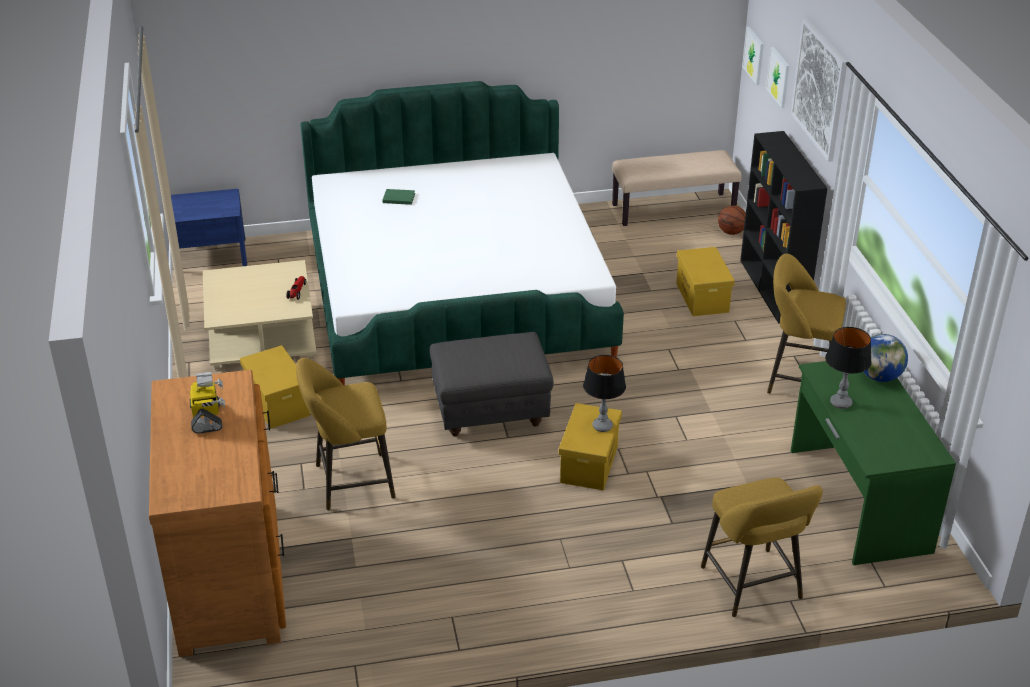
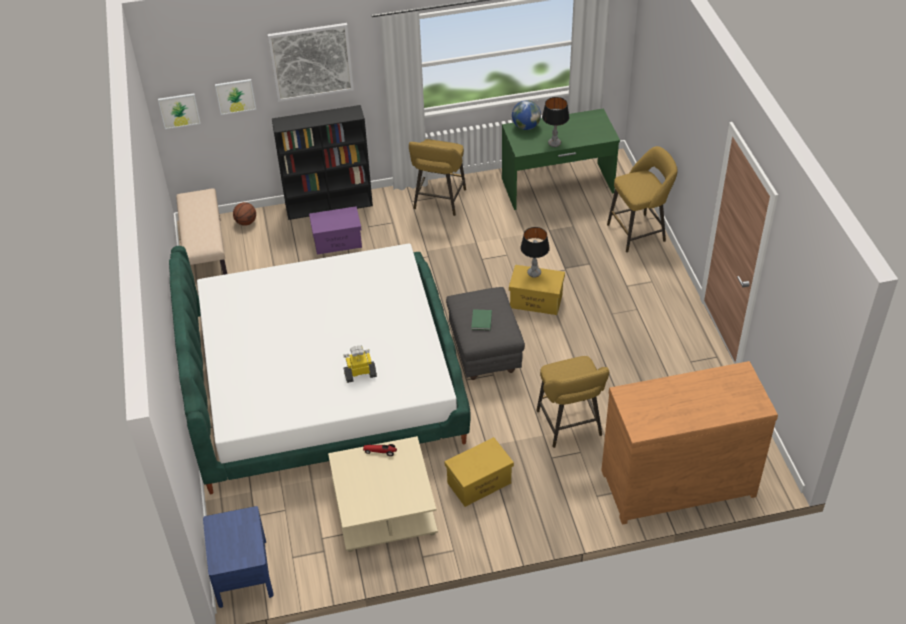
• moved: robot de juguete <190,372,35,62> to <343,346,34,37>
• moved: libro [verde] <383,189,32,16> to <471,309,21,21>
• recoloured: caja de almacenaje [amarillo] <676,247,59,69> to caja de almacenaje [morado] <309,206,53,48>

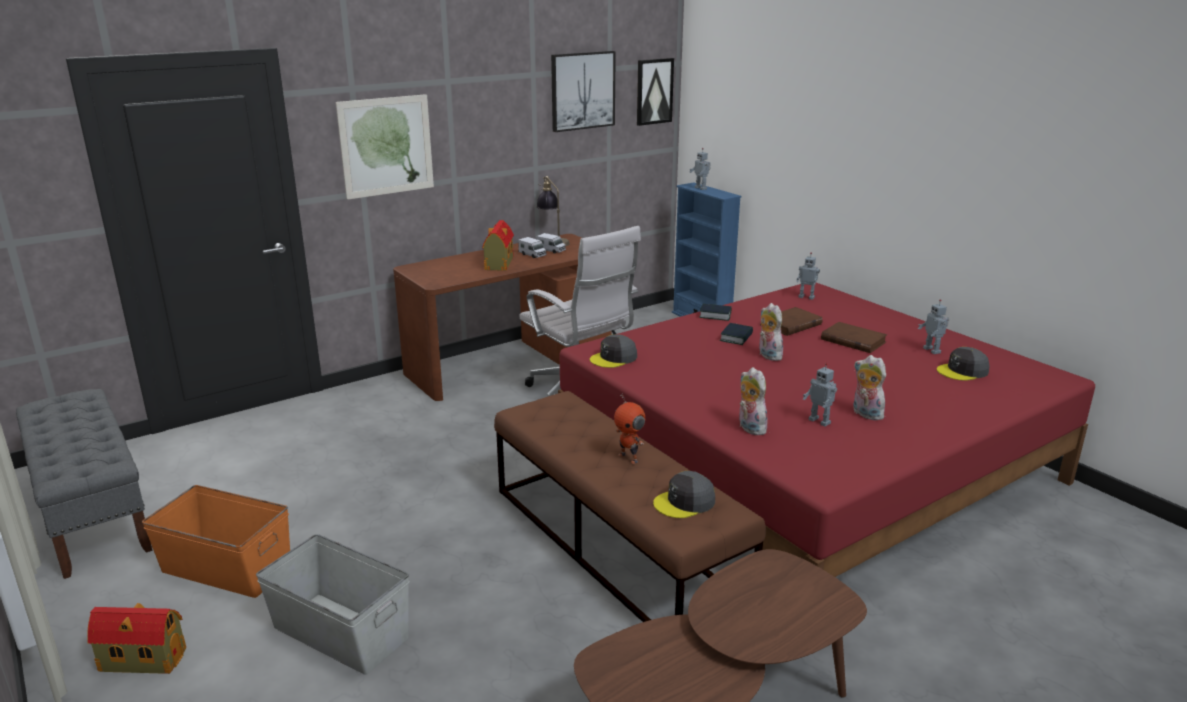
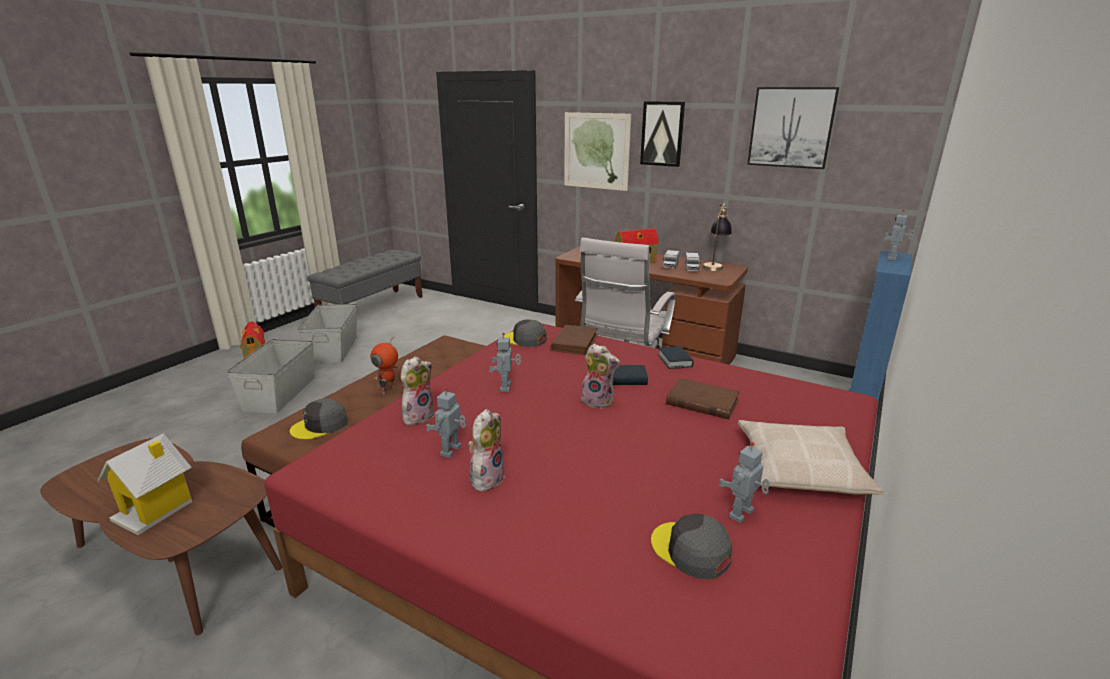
• added: casita <98,433,94,102>
• added: cojín [beis] <738,420,146,75>
• moved: cuadro <637,58,37,68> to <640,101,45,66>
• moved: robot de juguete <797,252,23,48> to <489,333,32,59>
• moved: libro [marrón] <821,322,66,31> to <551,325,47,30>
• recoloured: caja de almacenaje [naranja] <142,485,148,113> to caja de almacenaje [gris] <298,304,59,60>
• turned: gorra [gris] <653,471,62,47> = <290,398,58,41> 75 degrees counterclockwise
• turned: peluche <759,303,24,58> = <581,344,39,65> 75 degrees clockwise

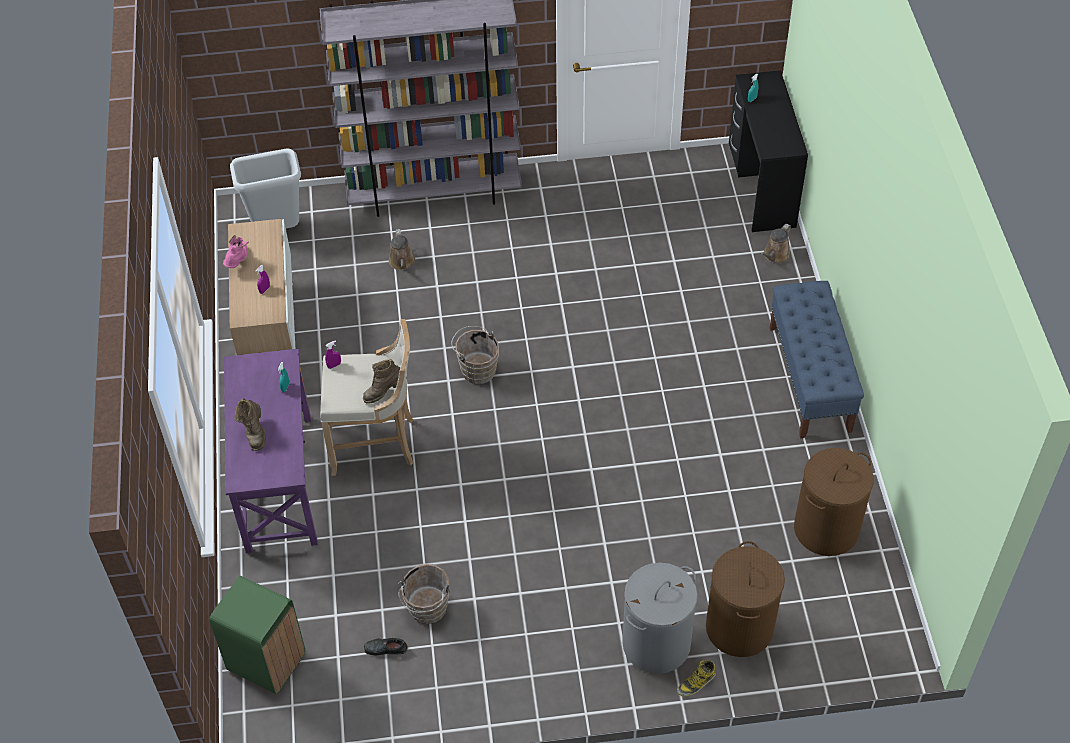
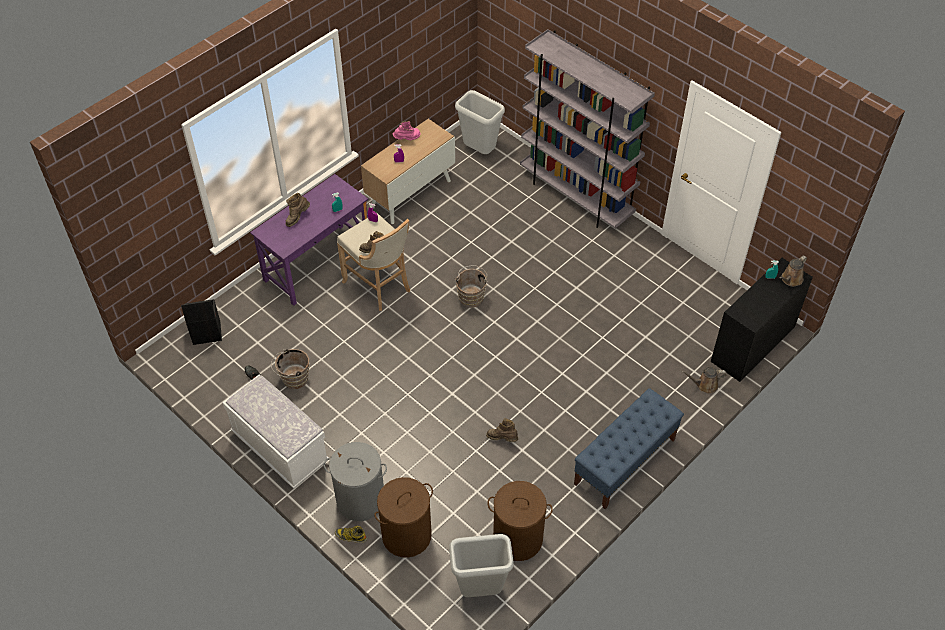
• added: banco [blanco] <222,375,107,114>
• added: papelera [gris] <449,534,65,63>
• added: bota [marrón] <486,418,32,24>
• moved: regadera [marrón] <389,229,26,41> to <779,255,28,32>
• replaced: papelera [verde] <209,576,96,118> to caja de almacenaje [negro] <181,299,41,46>

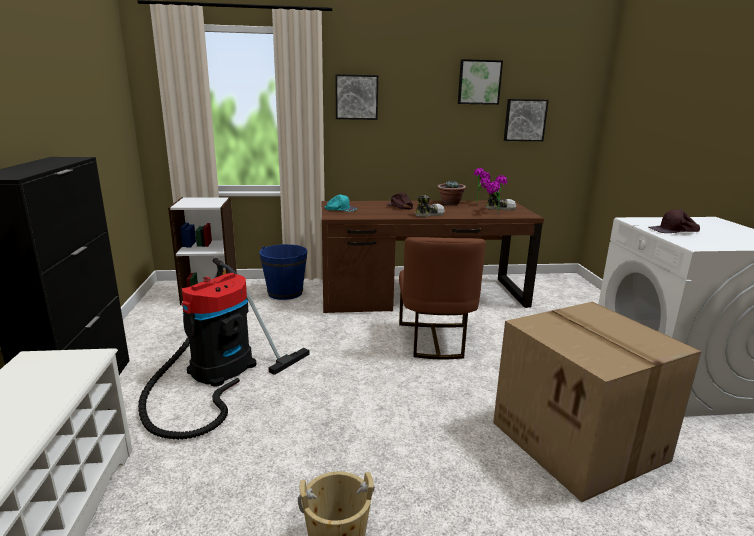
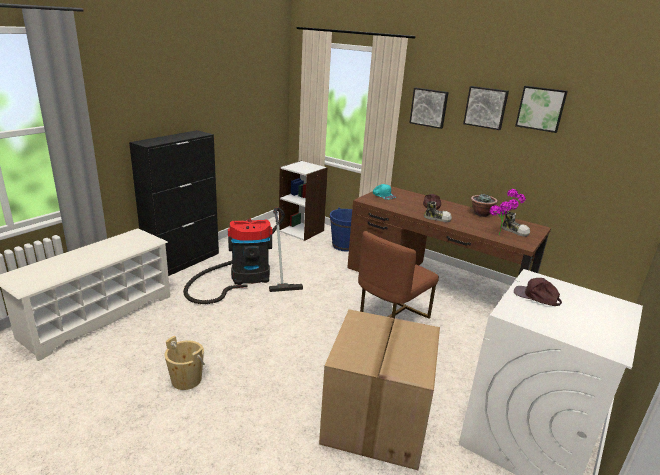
• moved: cuadro <504,99,45,42> to <463,86,46,44>

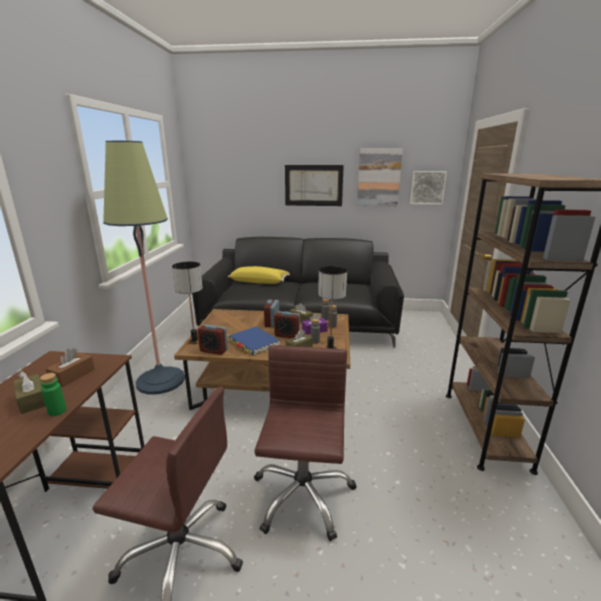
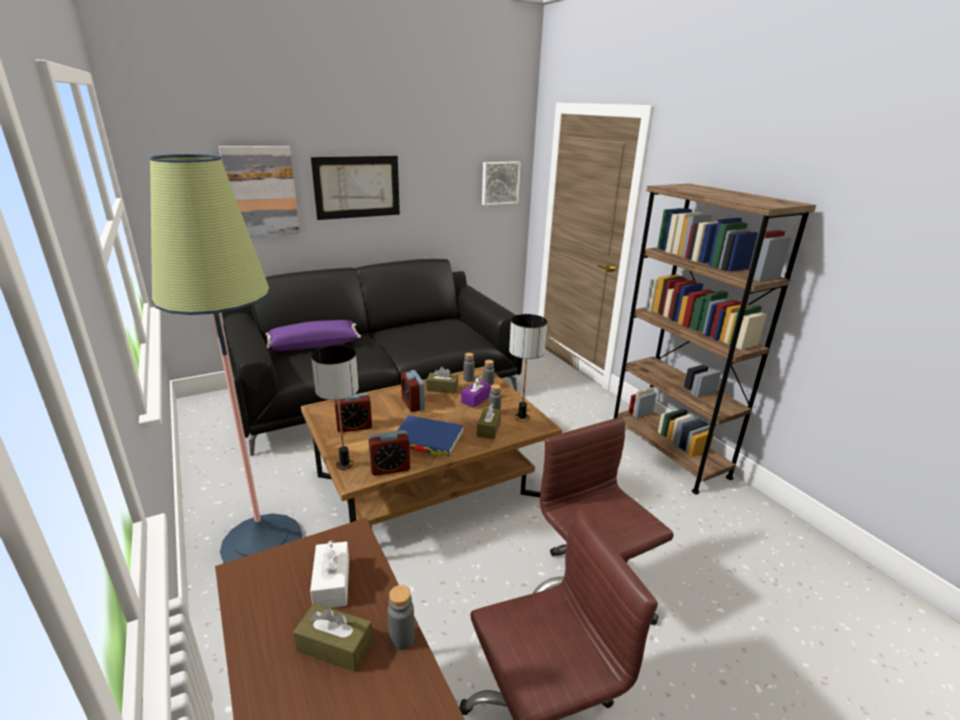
• moved: despertador <274,311,26,28> to <334,393,38,39>
• moved: cuadro <357,149,46,57> to <219,146,81,91>
• recoloured: botella [verde] <40,373,26,43> to botella [gris] <388,585,27,65>
• recoloured: caja de pañuelos [marrón] <46,348,49,39> to caja de pañuelos [blanco] <310,540,39,68>
• recoloured: cojín [amarillo] <228,266,62,18> to cojín [morado] <265,320,96,31>

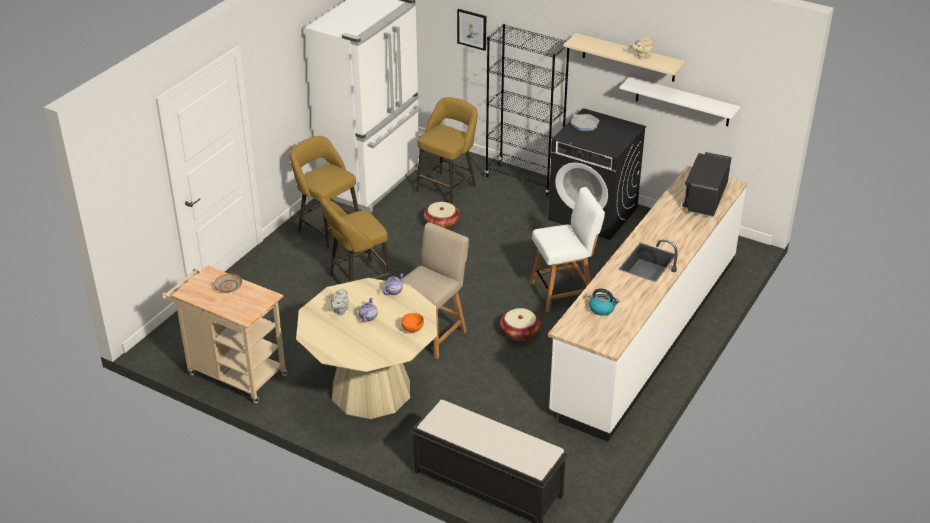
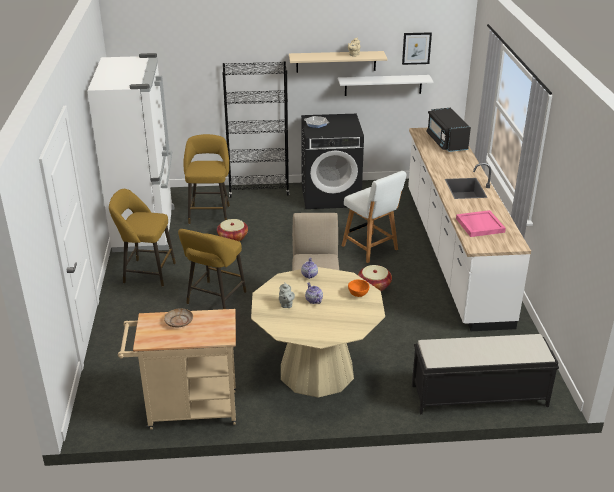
• moved: cuadro <457,9,29,42> to <402,32,30,33>
• replaced: hervidor <589,289,30,27> to bandeja [rosa] <456,210,50,27>
• turned: silla [blanco] <530,187,75,125> = <342,171,64,92> 105 degrees clockwise

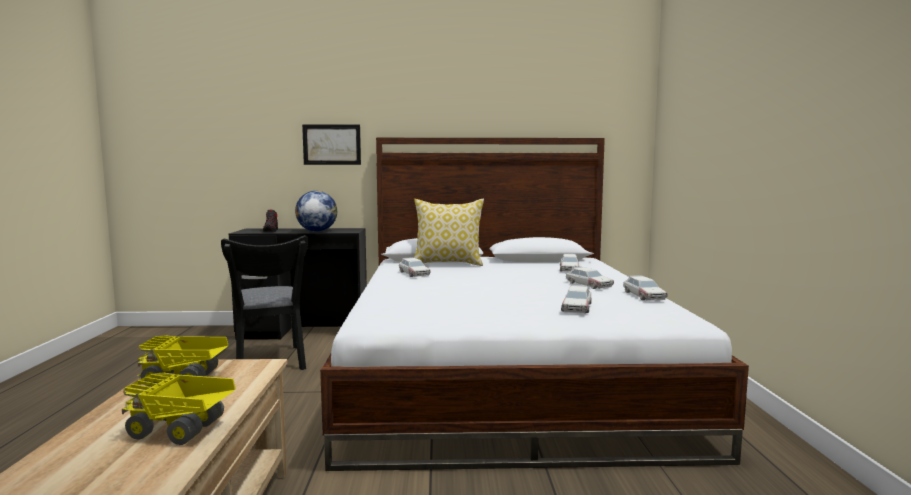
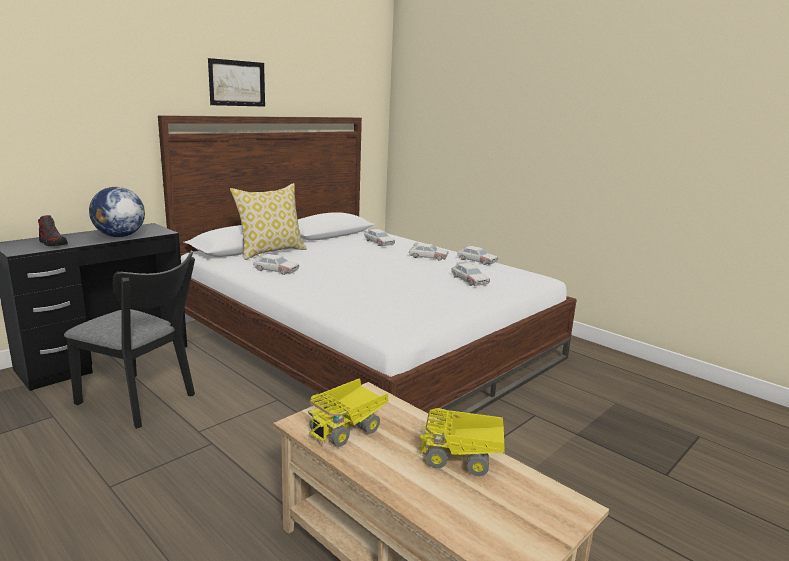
• moved: cuadro <302,124,59,41> to <208,58,57,49>
• turned: camión de juguete <122,373,114,72> = <419,408,86,68> 45 degrees clockwise

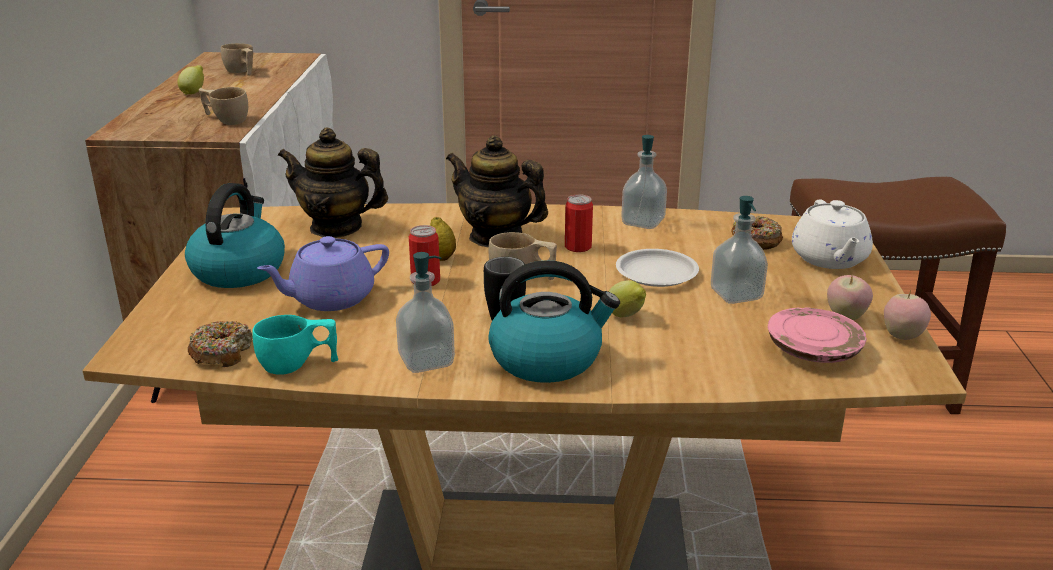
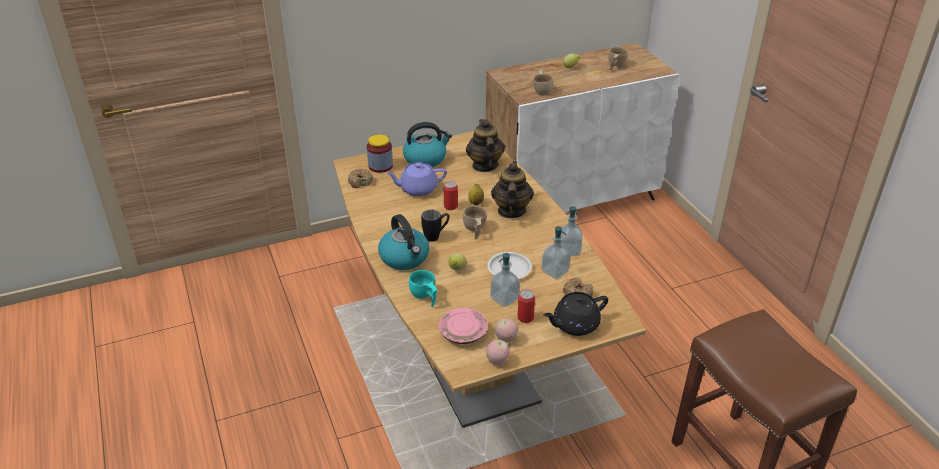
• added: tarro <367,134,26,39>
• moved: taza [turquesa] <252,315,86,60> to <409,270,28,37>
• moved: dispensador de jabón <396,252,59,121> to <541,226,30,53>
• moved: lata <565,194,28,58> to <517,289,18,34>
• recoloured: tetera [blanco] <792,200,81,69> to tetera [negro] <543,292,65,44>
• turned: tetera [morado] <257,236,132,75> = <386,162,61,34> 45 degrees counterclockwise

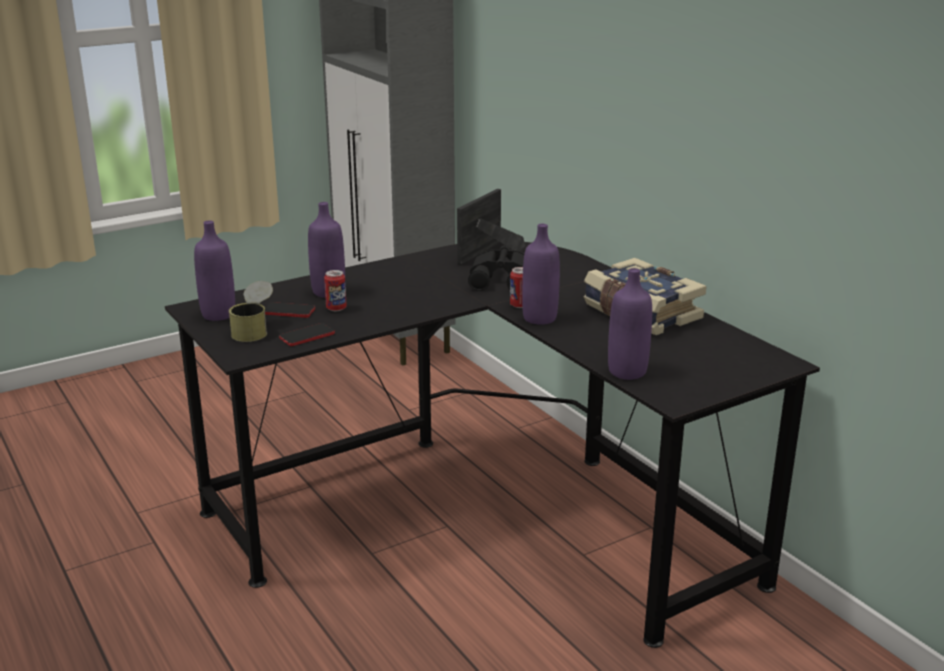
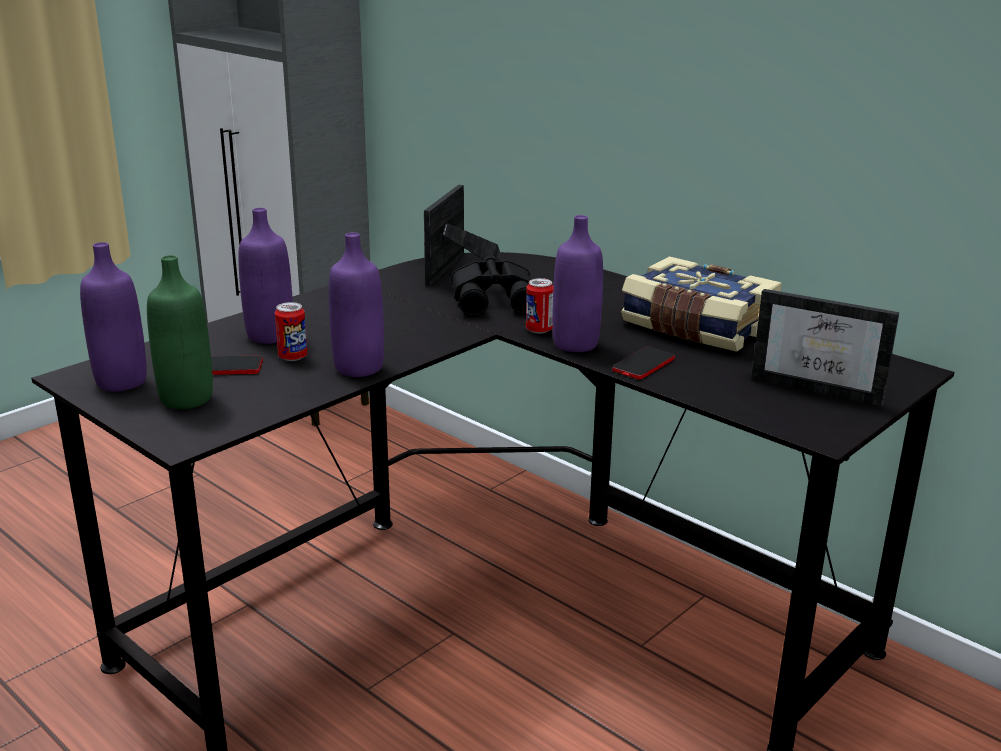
• added: portarretratos <751,289,148,117>
• moved: móvil <279,323,56,23> to <613,346,62,33>
• moved: botella [morado] <608,268,44,112> to <328,232,56,145>
• replaced: lata <229,281,44,61> to botella [verde] <147,255,66,154>

